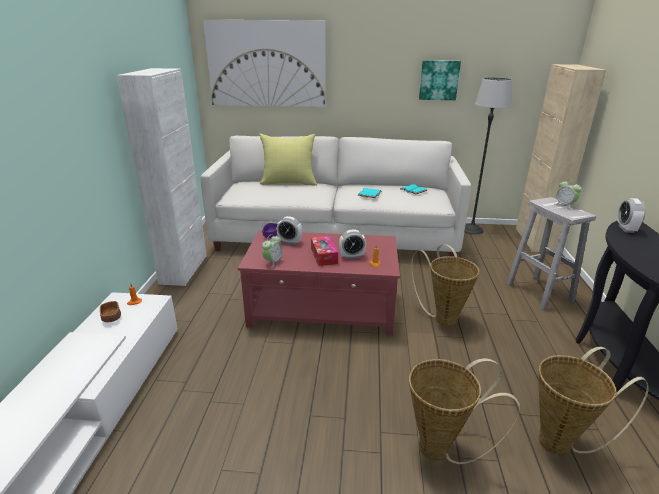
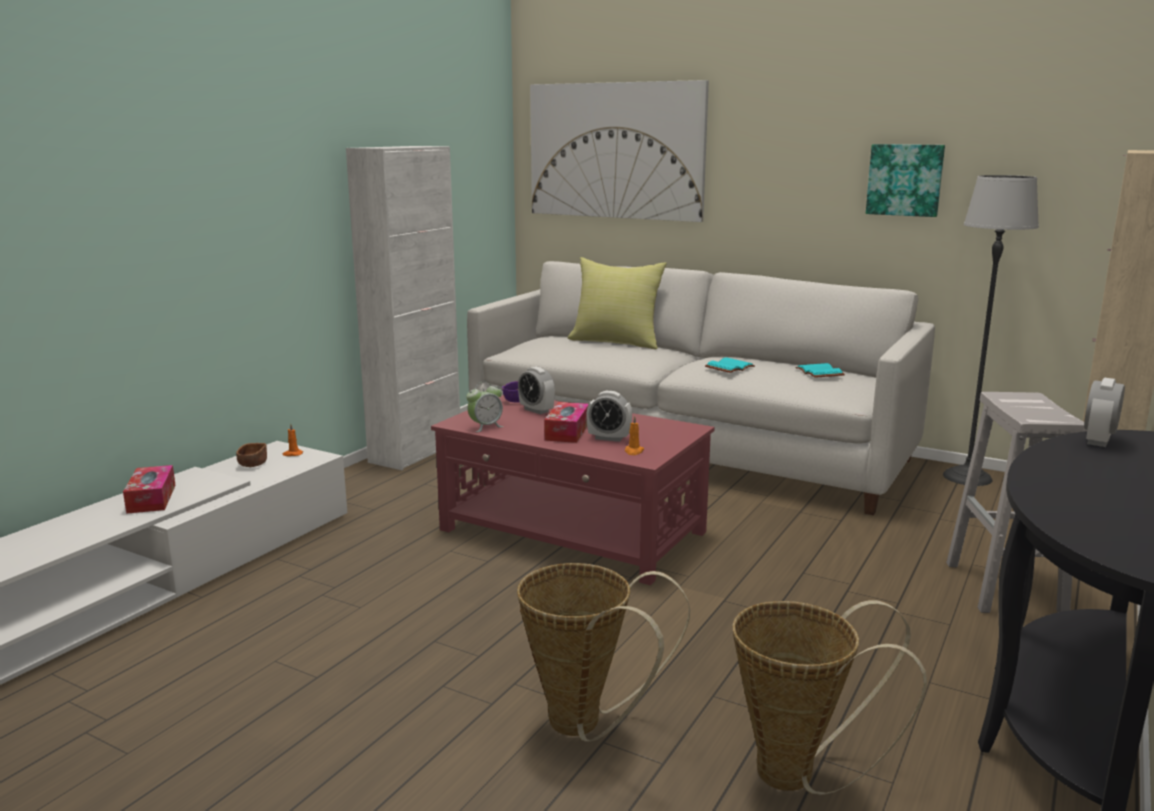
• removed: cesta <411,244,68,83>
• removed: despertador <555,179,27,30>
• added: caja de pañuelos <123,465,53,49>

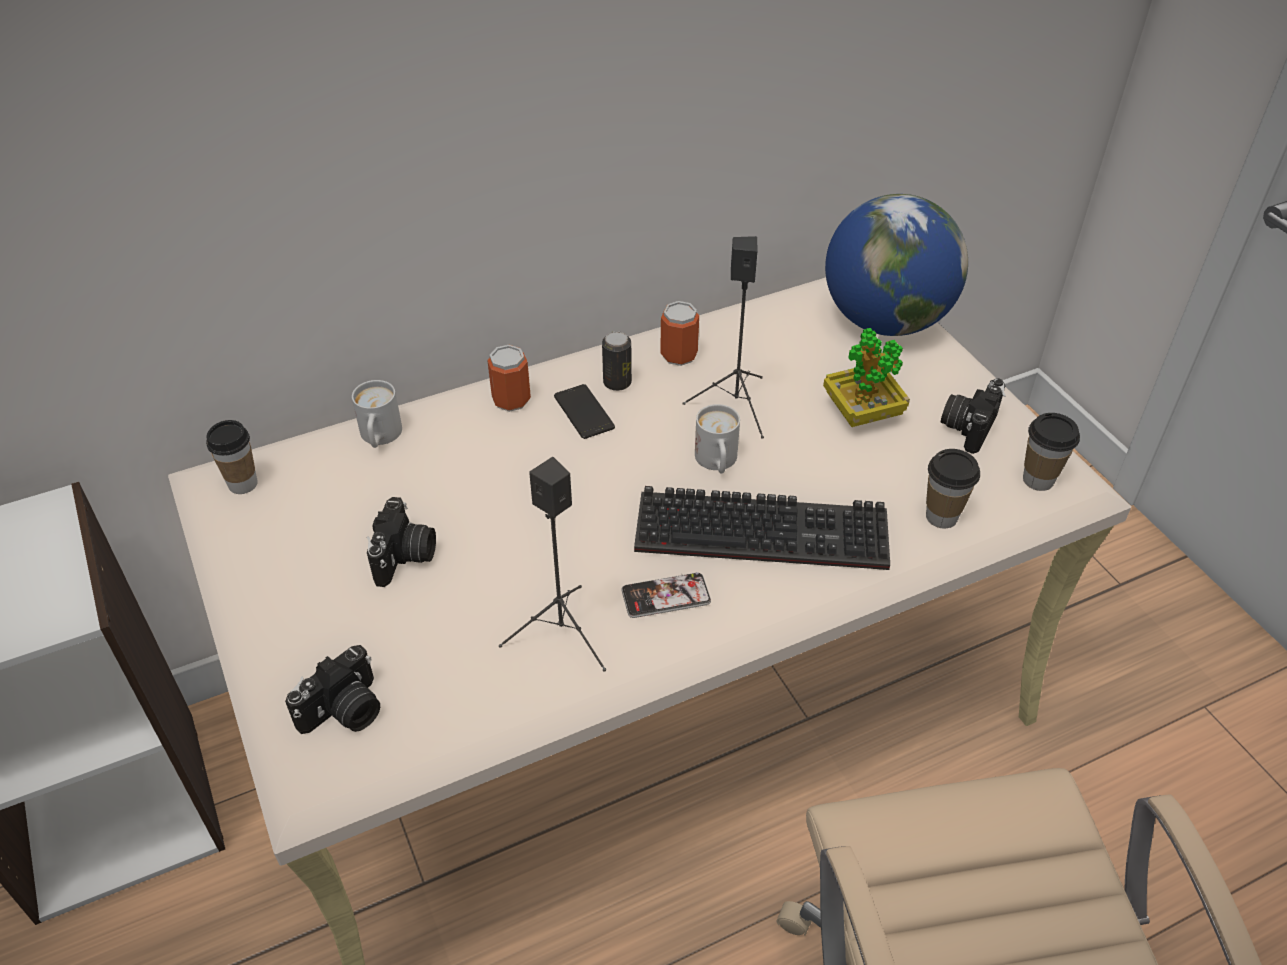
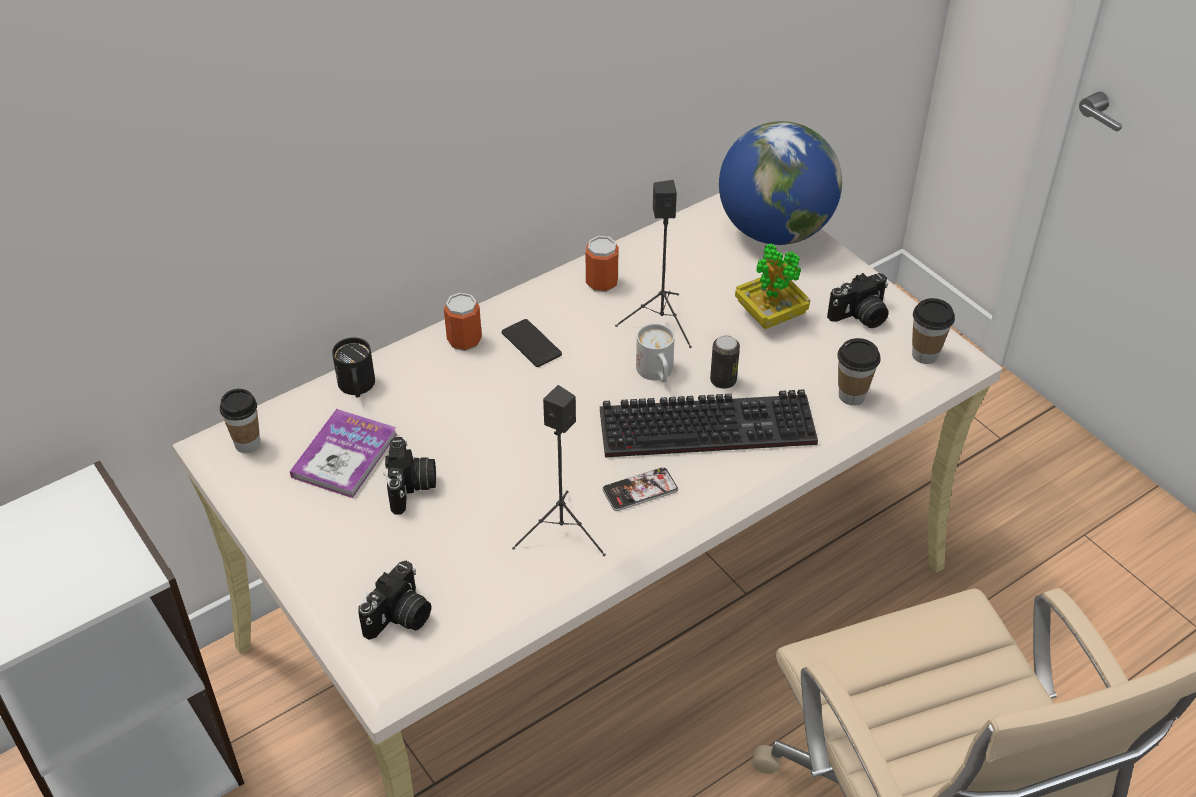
• added: libro <290,409,107,89>
• moved: lata <602,331,30,60> to <710,335,30,54>
• recoloured: taza grande [blanco] <352,380,50,68> to taza grande [negro] <332,337,43,61>
• turned: cámara <941,378,65,76> = <827,273,62,55> 135 degrees counterclockwise

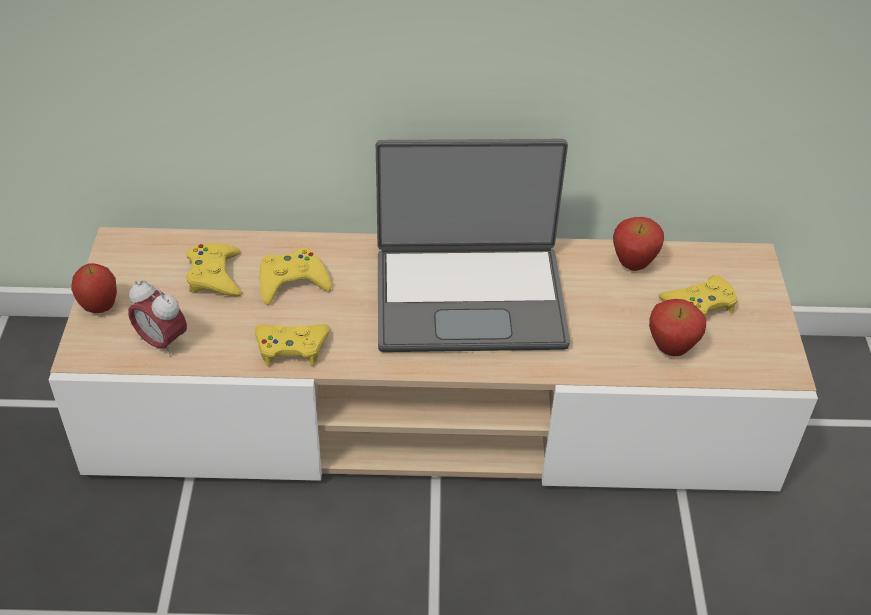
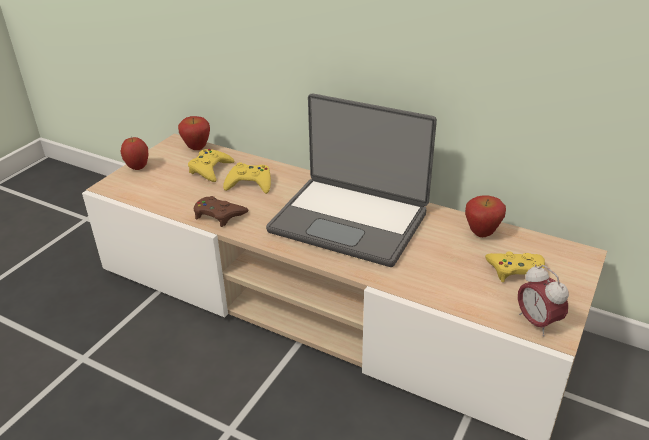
• moved: despertador <128,280,59,77> to <518,264,51,73>
• moved: manzana <649,299,57,58> to <178,116,32,34>
• recoloured: mando de consola [amarillo] <255,324,75,42> to mando de consola [marrón] <194,196,55,31>

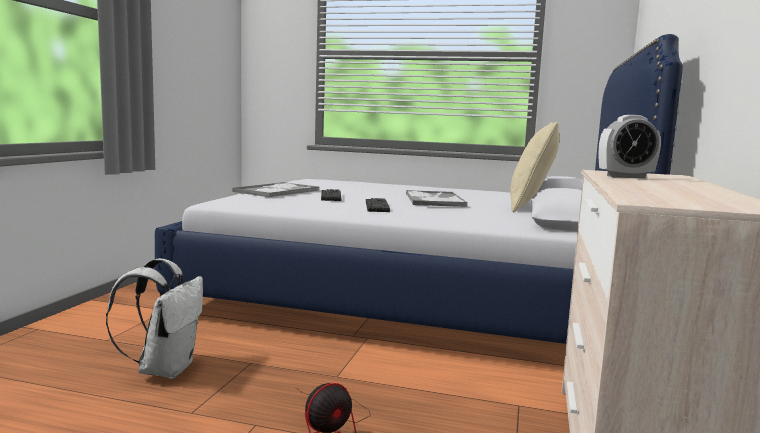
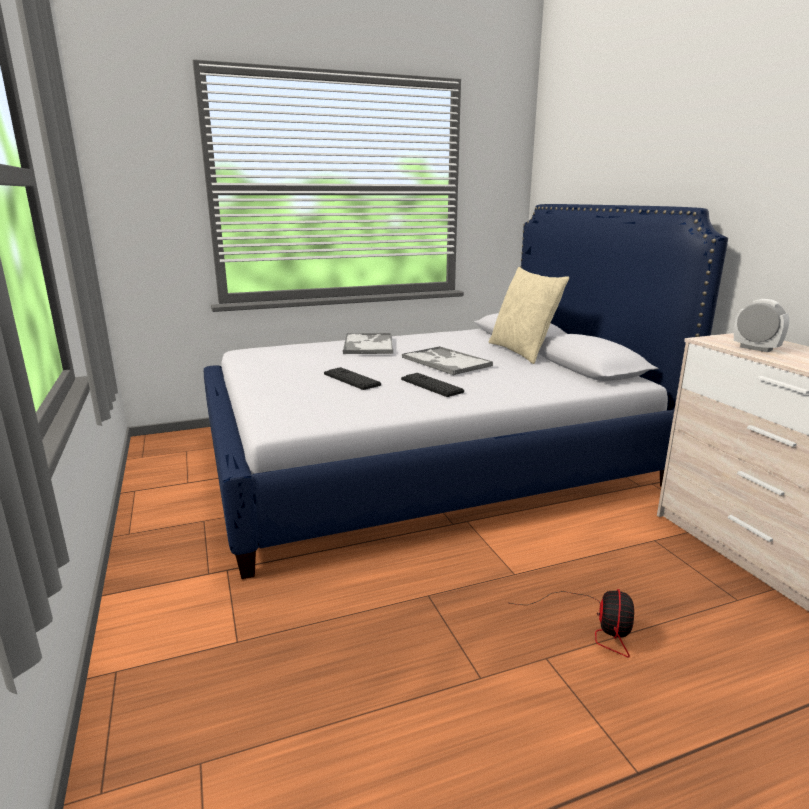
• removed: mochila [blanco] <106,258,97,121>
• moved: bandeja <232,182,88,15> to <343,333,50,21>
• turned: despertador <599,115,62,63> = <734,299,55,53> 90 degrees counterclockwise

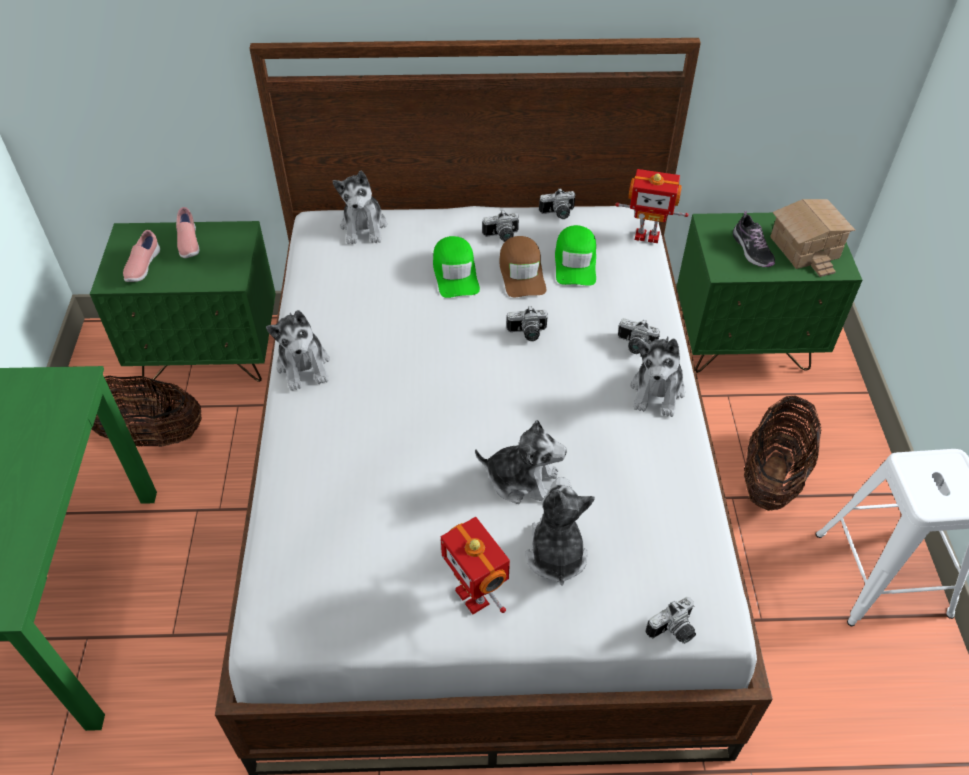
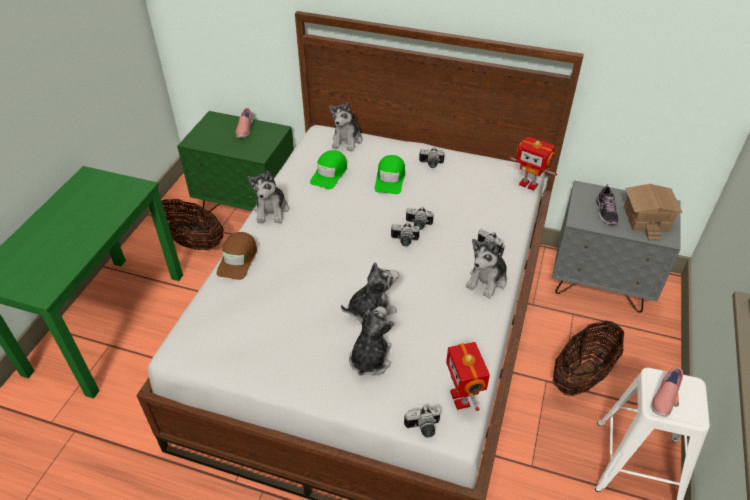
• moved: zapato [rosa] <123,230,37,52> to <651,367,32,50>
• moved: robot de juguete <441,517,69,98> to <446,342,44,69>
• moved: gorra [marrón] <499,236,48,61> to <216,232,41,48>
• moved: cámara <539,188,36,31> to <391,222,28,24>
• moved: gorra [verde] <555,225,41,61> to <310,150,37,39>
• recoloured: mesita de noche [verde] <677,213,185,160> to mesita de noche [gris] <552,180,128,133>
• turned: peluche <475,420,92,84> = <341,262,58,61> 60 degrees counterclockwise

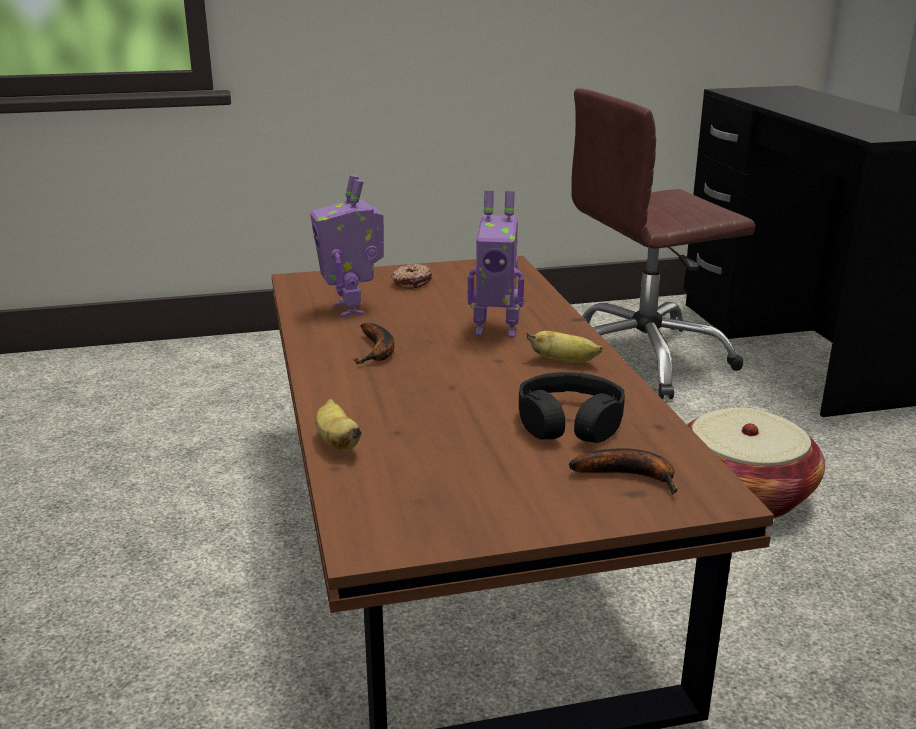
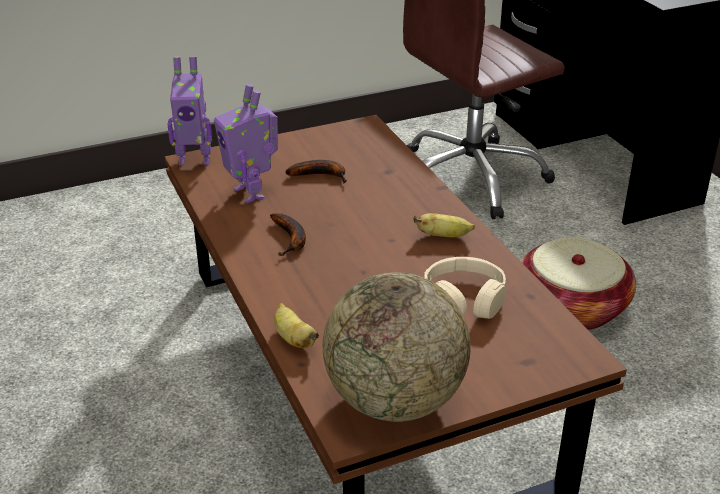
• removed: rosquilla <391,264,41,25>
• added: globo terráqueo <323,272,148,150>
• moved: robot de juguete <467,191,57,146> to <168,56,44,110>
• moved: plátano <569,448,109,47> to <285,160,61,24>
• recoloured: auriculares [negro] <519,372,106,71> to auriculares [beis] <424,257,82,62>

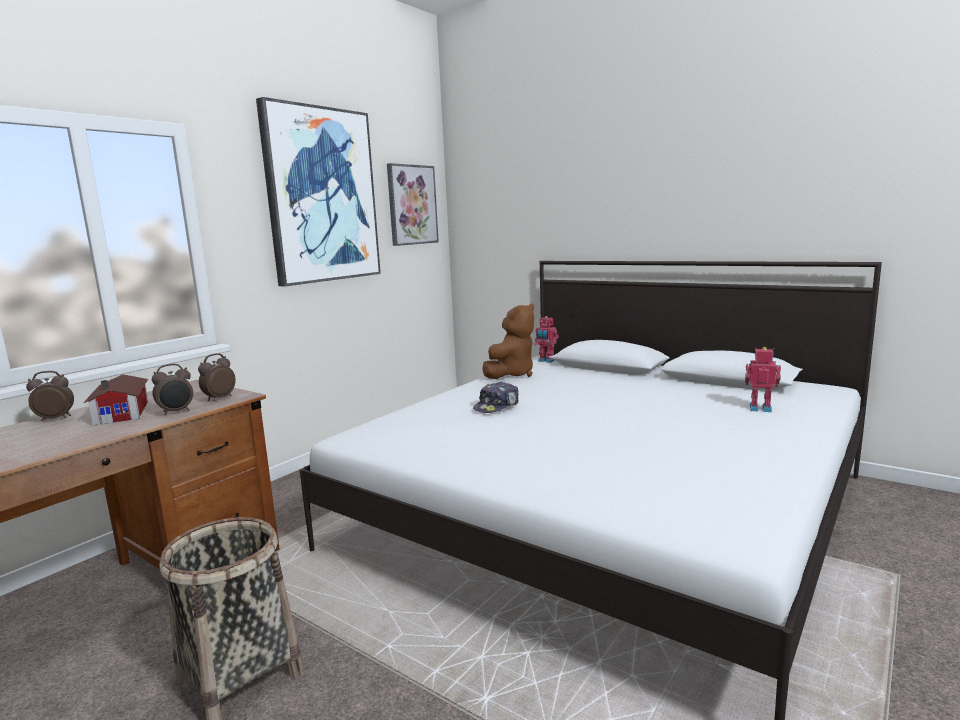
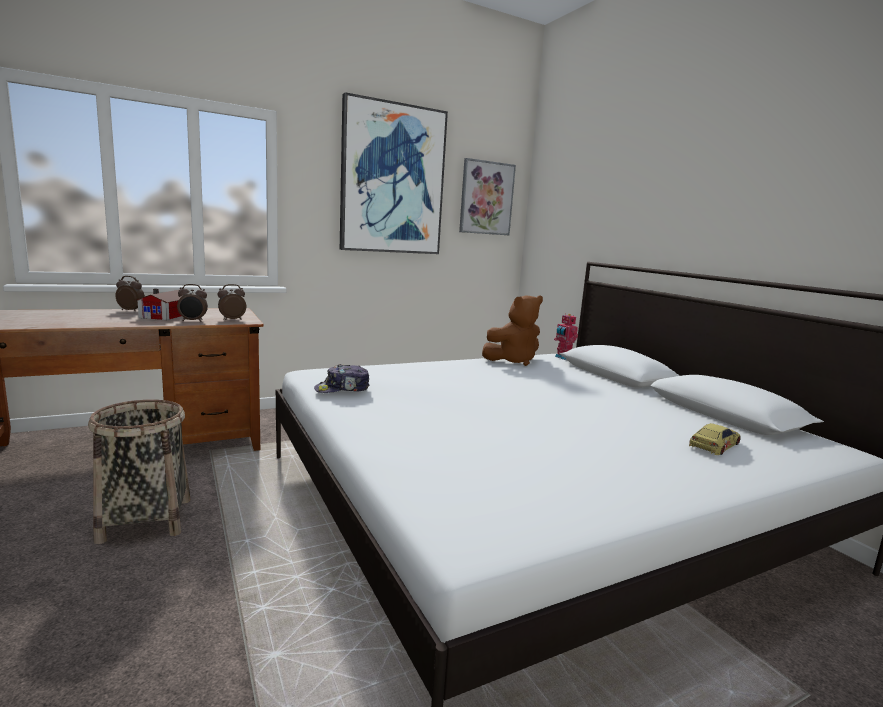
• moved: gorra <473,382,46,31> to <314,364,55,29>
• replaced: robot de juguete <745,347,36,65> to coche de juguete <689,423,52,32>

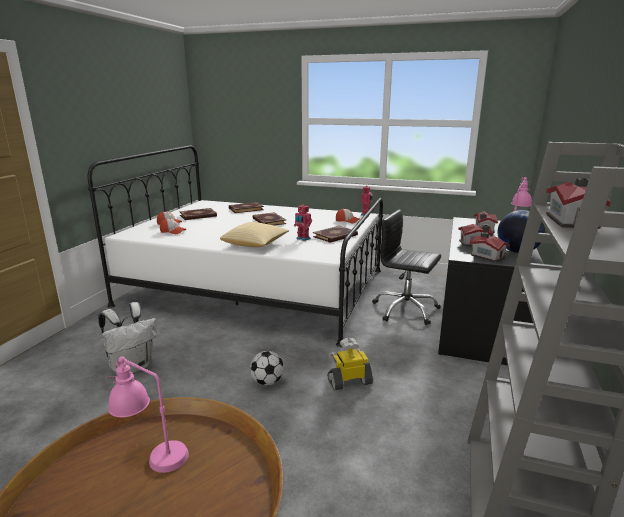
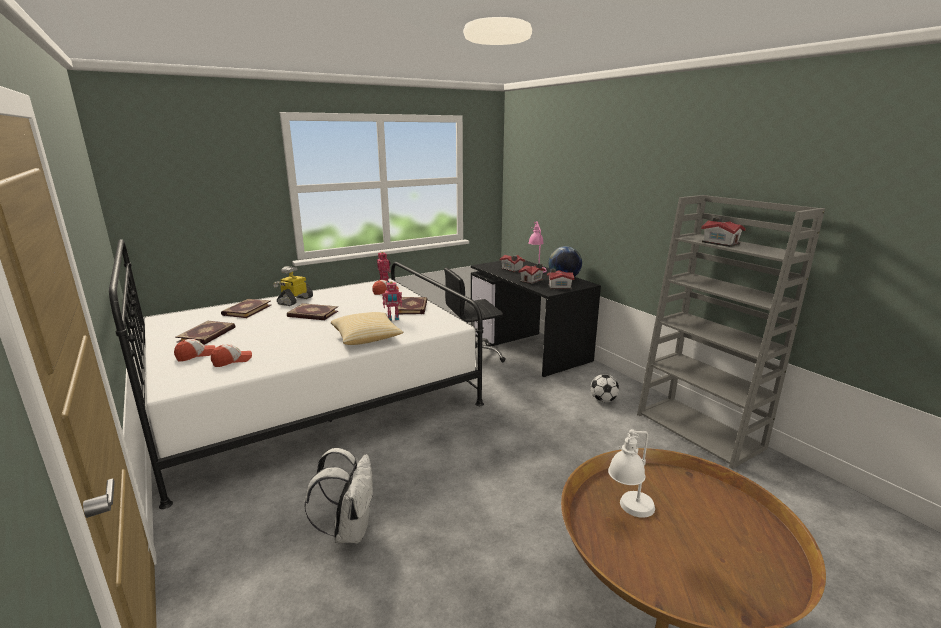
• moved: balón de fútbol <250,351,34,34> to <590,374,29,28>
• moved: robot de juguete <327,338,46,52> to <273,266,40,40>
• recoloured: lámpara de mesa [rosa] <106,356,83,117> to lámpara de mesa [blanco] <608,429,47,89>

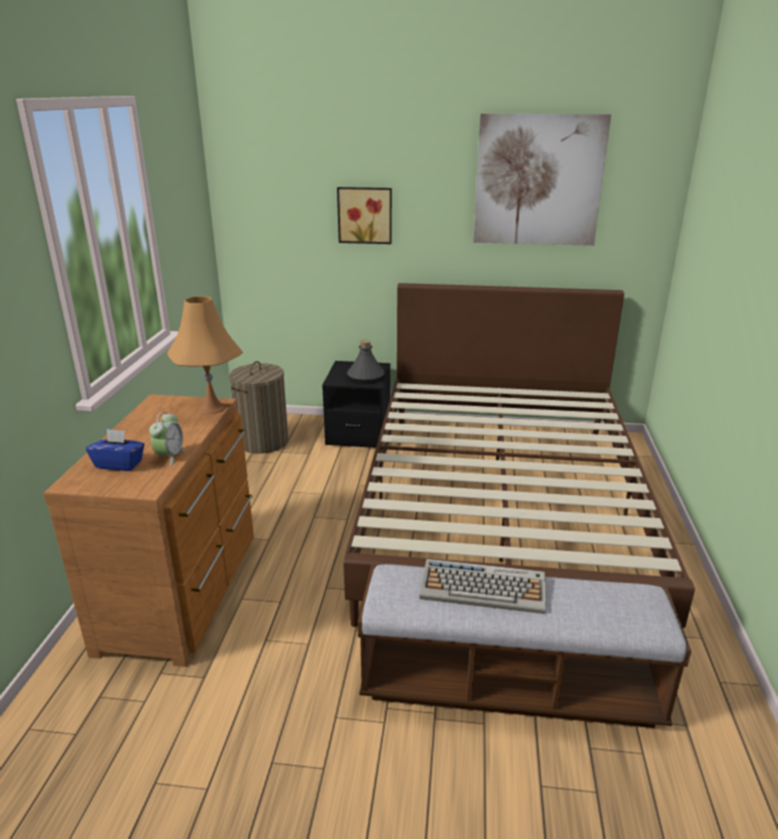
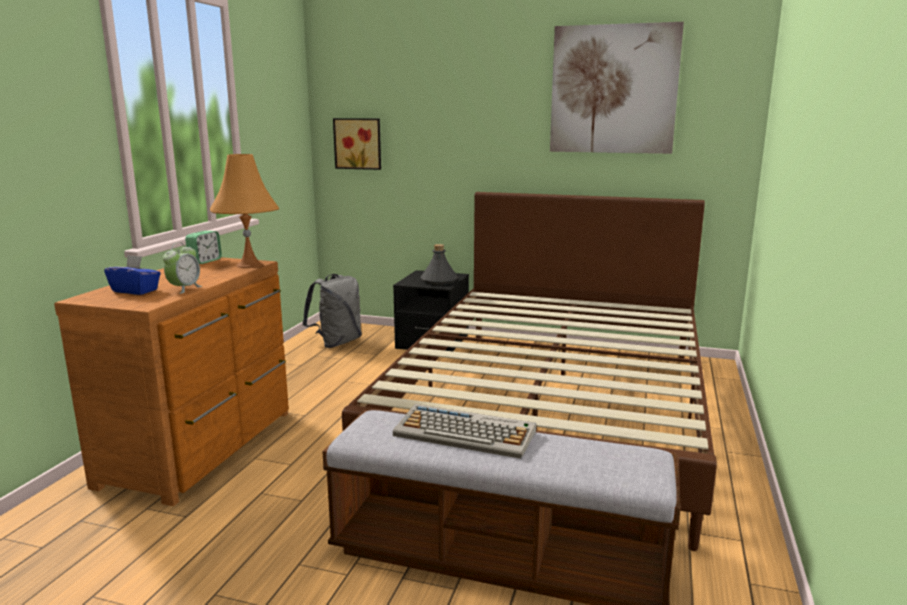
• added: despertador <185,231,37,33>
• moved: cuadro <337,187,55,57> to <333,118,48,52>
• replaced: cesto de la ropa <229,361,59,93> to mochila [gris] <302,274,60,74>

